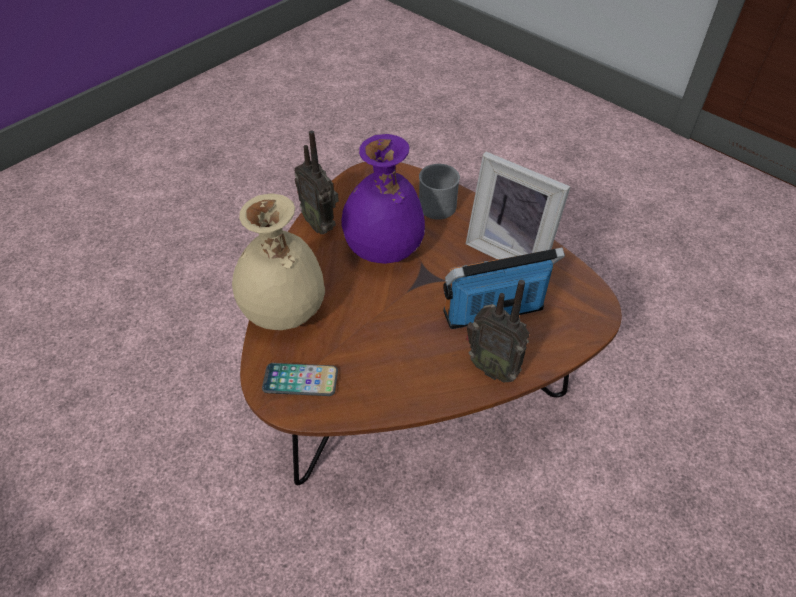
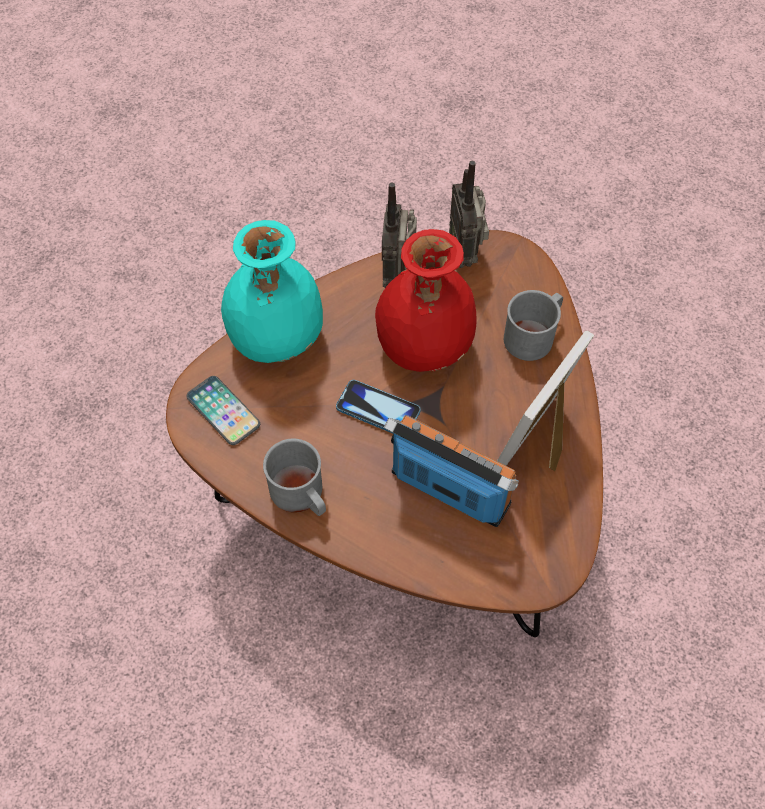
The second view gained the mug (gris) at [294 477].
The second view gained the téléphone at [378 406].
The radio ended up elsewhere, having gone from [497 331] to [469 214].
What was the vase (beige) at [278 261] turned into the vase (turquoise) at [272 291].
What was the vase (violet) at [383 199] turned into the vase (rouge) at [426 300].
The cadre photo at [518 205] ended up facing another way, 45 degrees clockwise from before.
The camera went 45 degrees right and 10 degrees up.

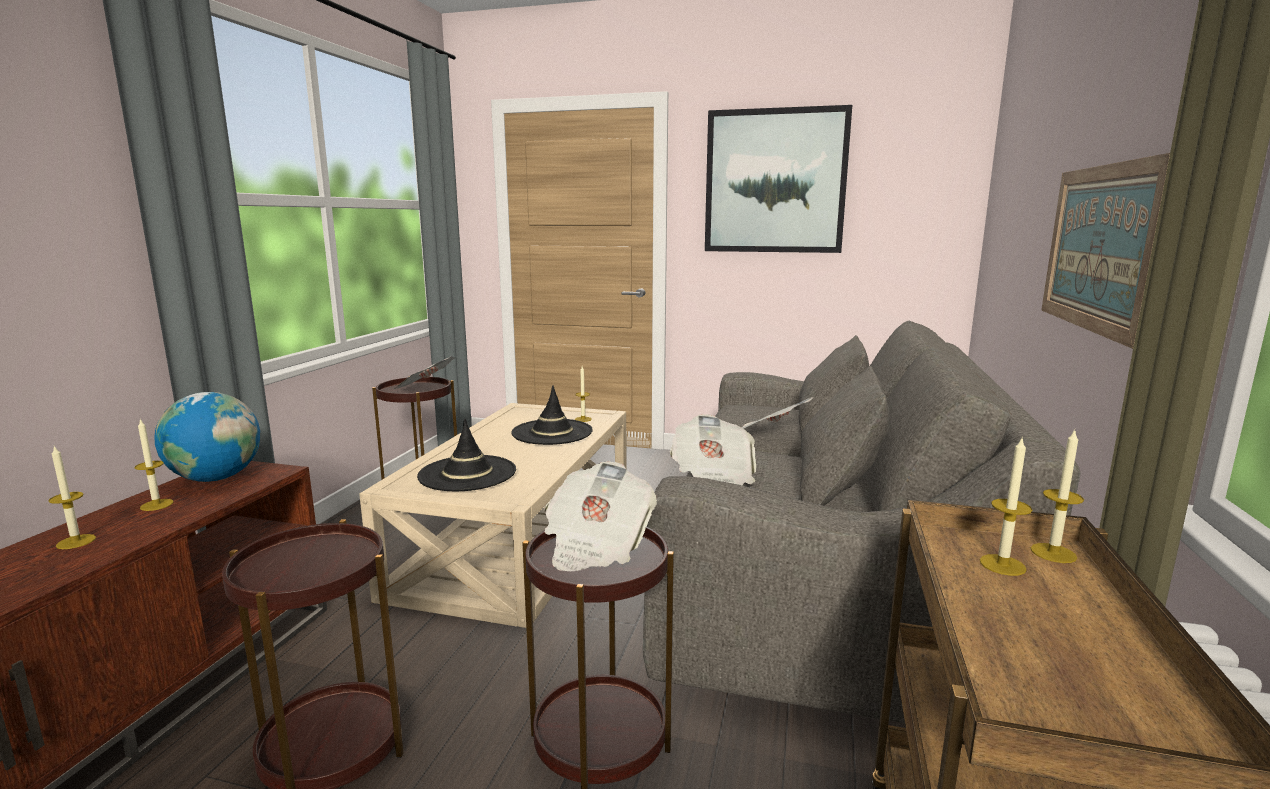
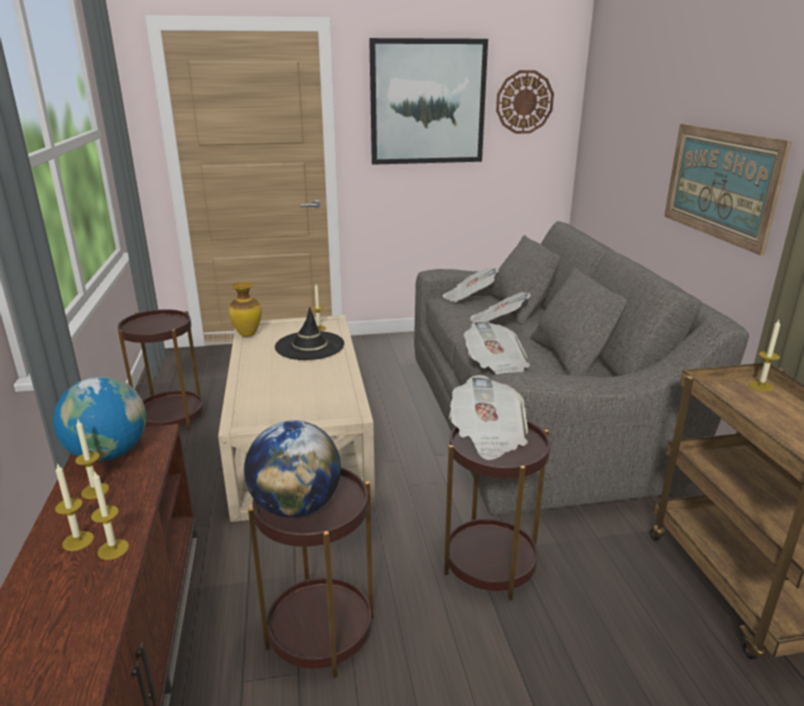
The second view lost the chapeau (noir) at [466 455].
The second view gained the vase at [245 309].
The second view gained the globe at [292 469].
The second view gained the horloge murale at [525 102].
The journal ended up elsewhere, having gone from [424 372] to [470 285].
The bougie ended up elsewhere, having gone from [1006 507] to [110 515].
The camera went 25 degrees left and 10 degrees up.

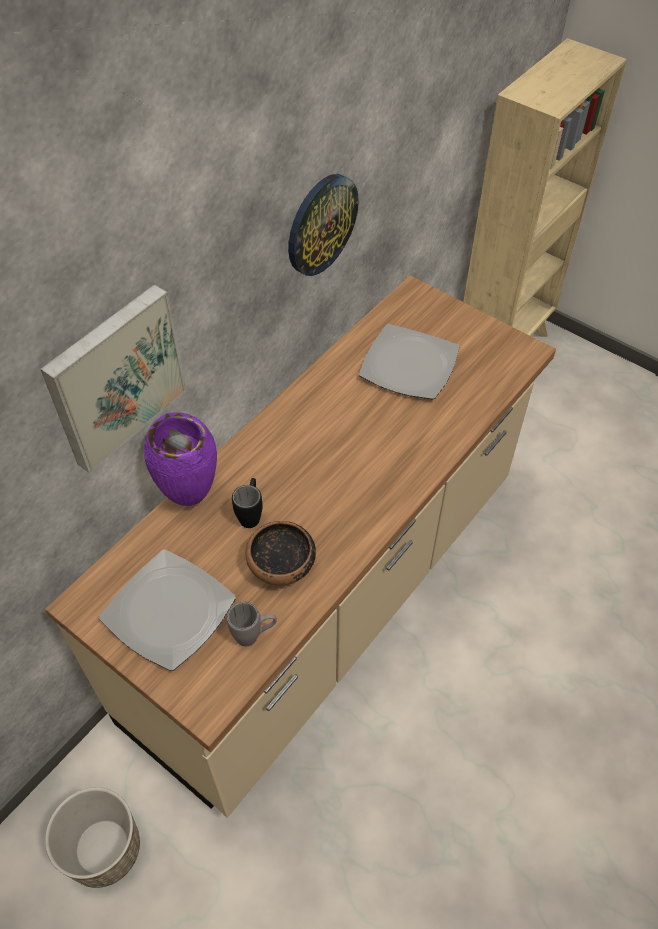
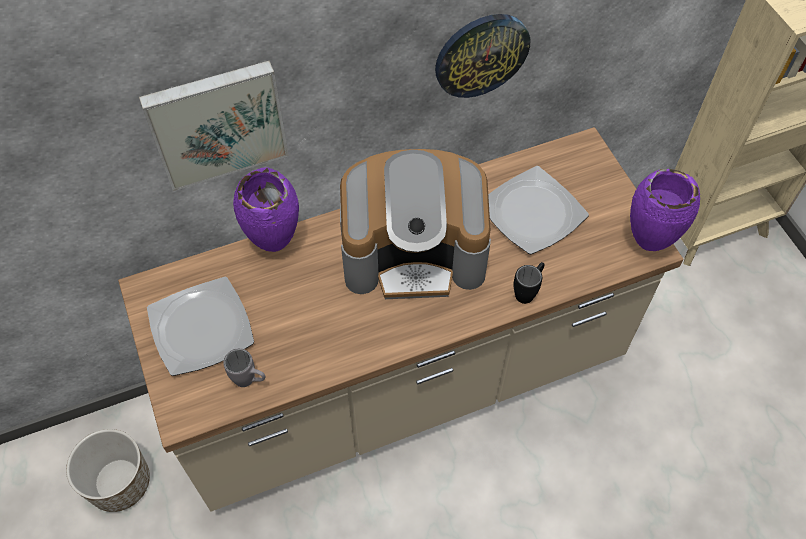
The second view lost the bol at [280 553].
The second view gained the machine à café at [415 224].
The second view gained the vase (violet) at [665 210].
The mug (noir) ended up elsewhere, having gone from [247 503] to [529 283].
The camera went 30 degrees right and 5 degrees up.

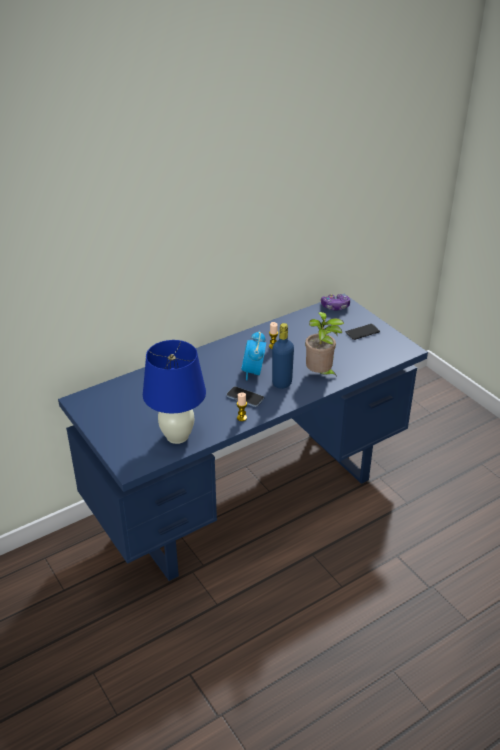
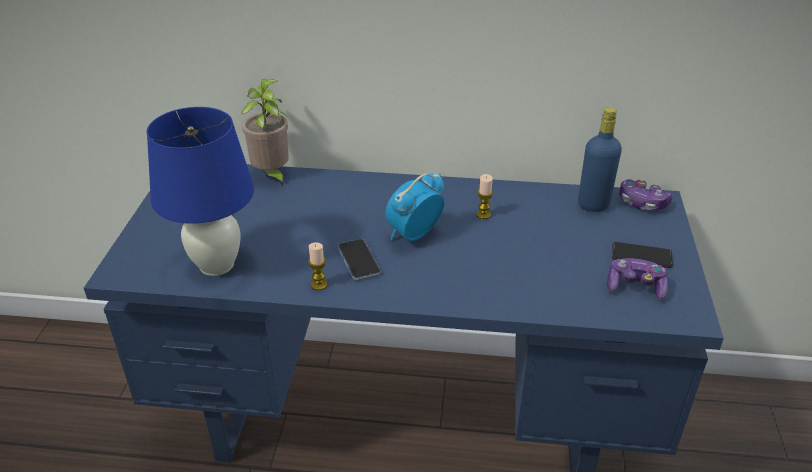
The second view gained the manette at [637 279].
The bouteille (bleu) ended up elsewhere, having gone from [283 356] to [600 159].
The plante en pot ended up elsewhere, having gone from [324 344] to [265 133].
The camera went 40 degrees right and 0 degrees up.

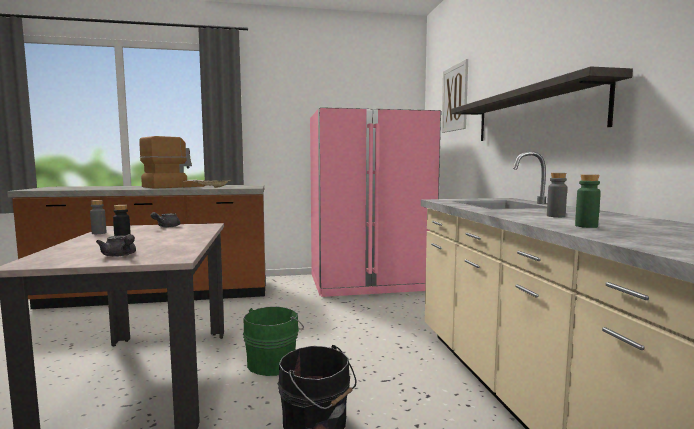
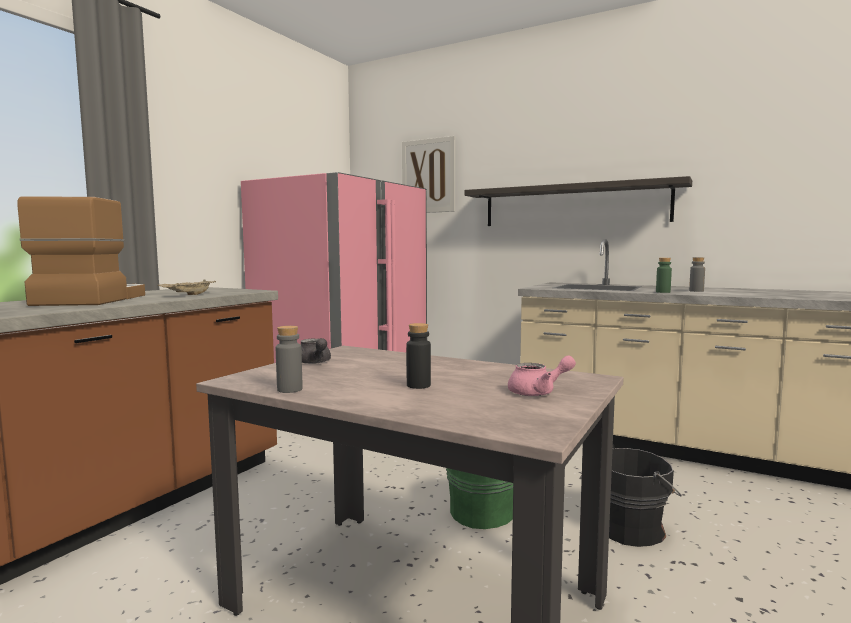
The bouteille (vert) ended up elsewhere, having gone from [588 201] to [664 275].
What was the théière (gris) at [116 245] turned into the théière (rose) at [542 376].
The camera went 50 degrees left and 0 degrees up.

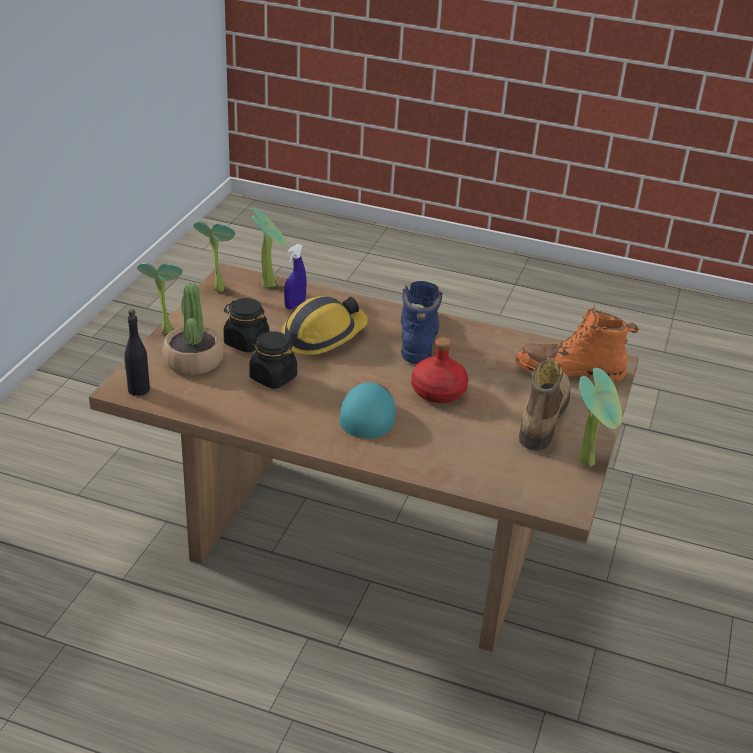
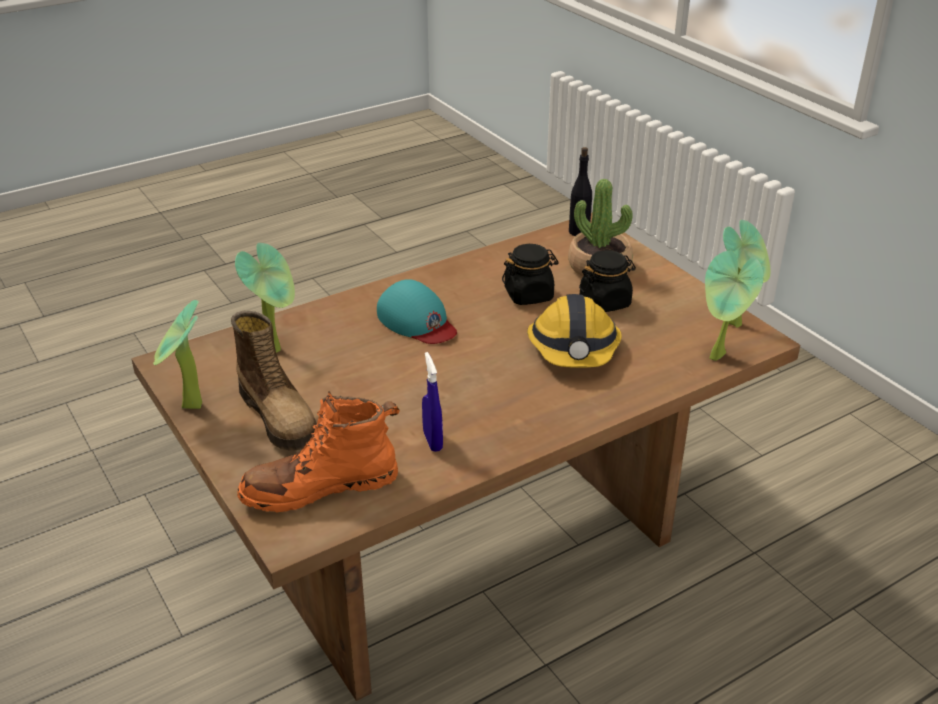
The second view lost the botte (bleu) at [422 322].
The second view lost the bouteille (rouge) at [439 370].
The plante en pot ended up elsewhere, having gone from [160 298] to [265 298].
The vaporisateur (bleu) ended up elsewhere, having gone from [295 276] to [432 402].
The botte (orange) at [577 343] ended up facing another way, 150 degrees counterclockwise from before.
The camera went 130 degrees right and 0 degrees up.

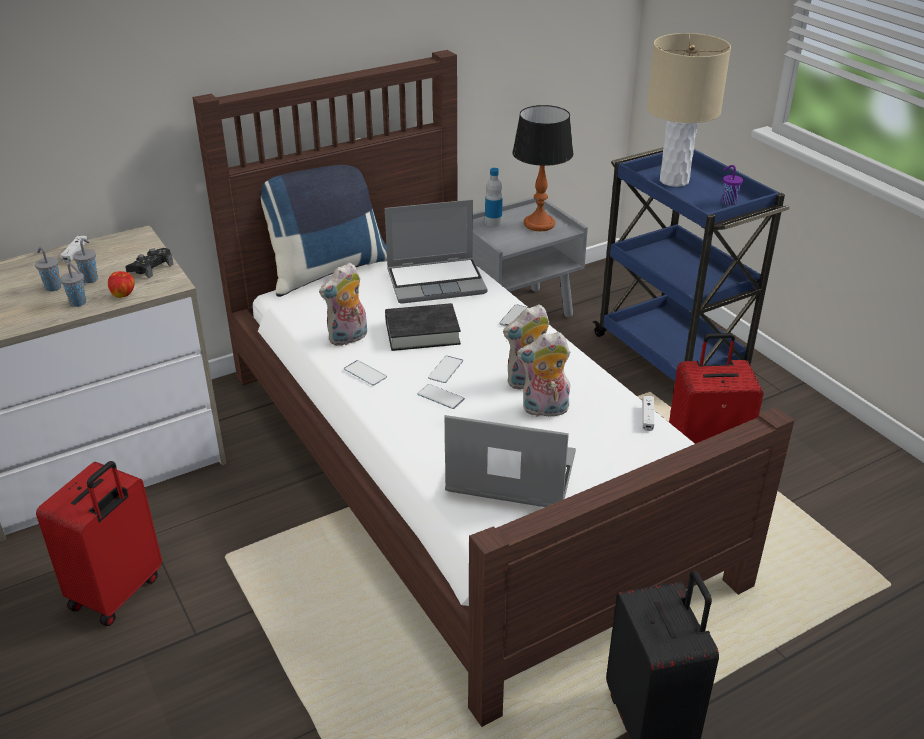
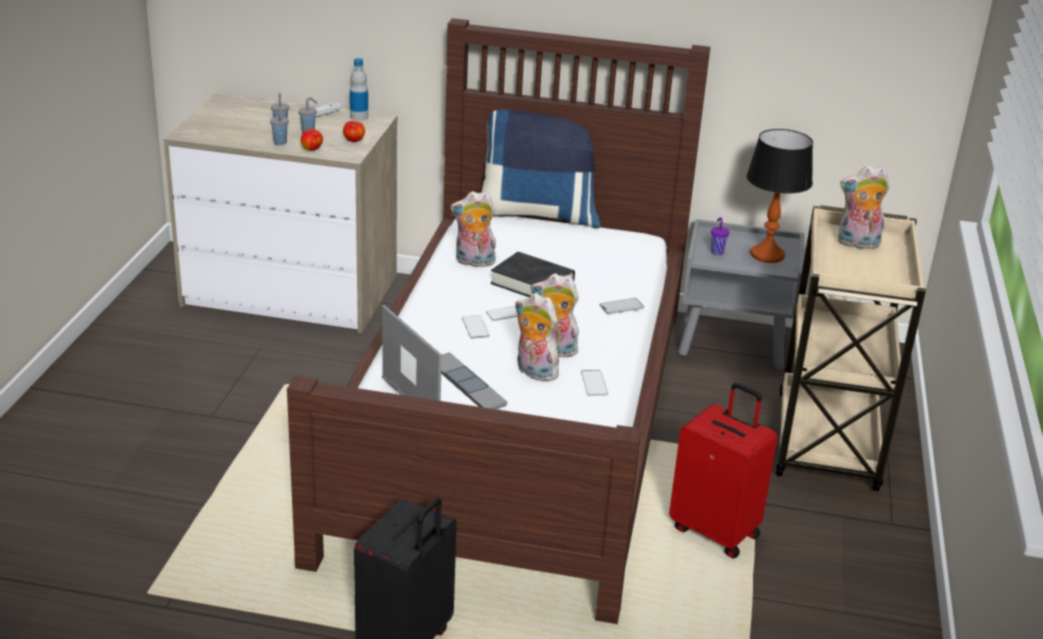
The second view lost the valise (rouge) at [99 543].
The second view lost the ordinateur portable at [436 251].
The second view lost the manette (blanc) at [648 413].
The téléphone ended up elsewhere, having gone from [365 372] to [594 383].
The bouteille ended up elsewhere, having gone from [494 197] to [359 89].
The tasse (violet) ended up elsewhere, having gone from [732 185] to [720 236].
Where the manette (noir) stood at [149 263], the pomme came to stand at [354 131].
Where the lampe de table (beige) stood at [689 110], the peluche came to stand at [863 207].
What was the chariot (bleu) at [691 270] turned into the chariot (beige) at [850 348].
The camera went 40 degrees right and 5 degrees down.

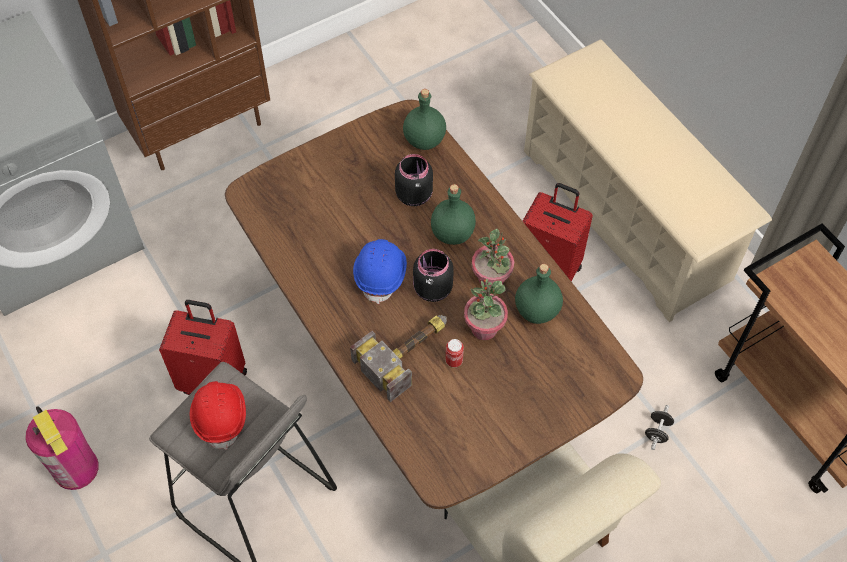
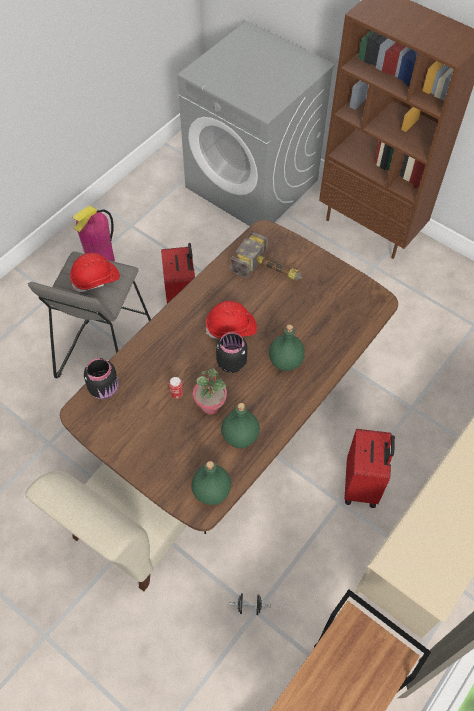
The second view lost the plante en pot at [493 258].
The marteau ended up elsewhere, having gone from [398 358] to [266 255].
The bocal (noir) ended up elsewhere, having gone from [414 180] to [101 378].
The bouteille (vert) ended up elsewhere, having gone from [424 119] to [211 483].
What was the casque de chantier (bleu) at [380 271] turned into the casque de chantier (rouge) at [231 319].
The camera went 70 degrees right and 0 degrees up.

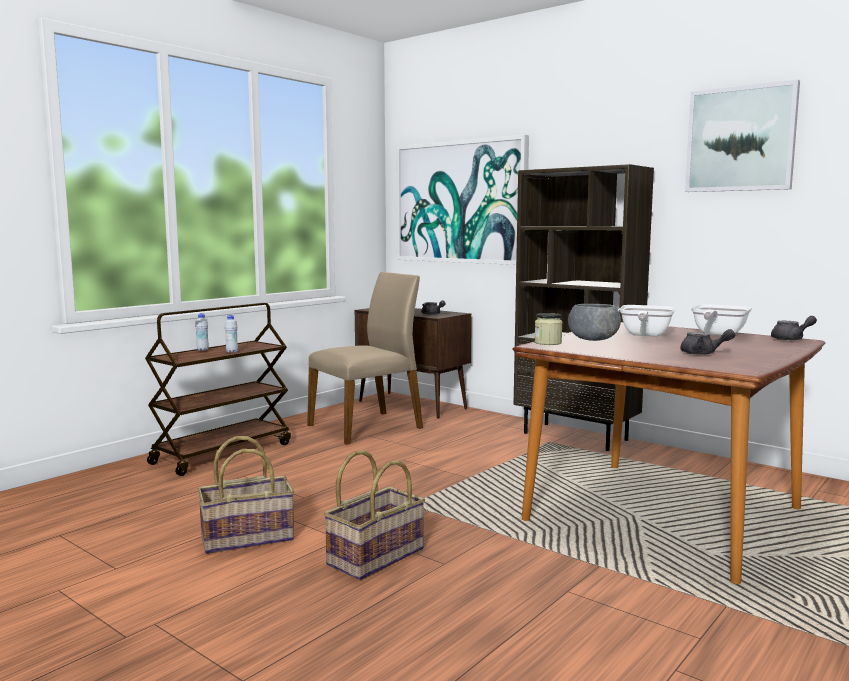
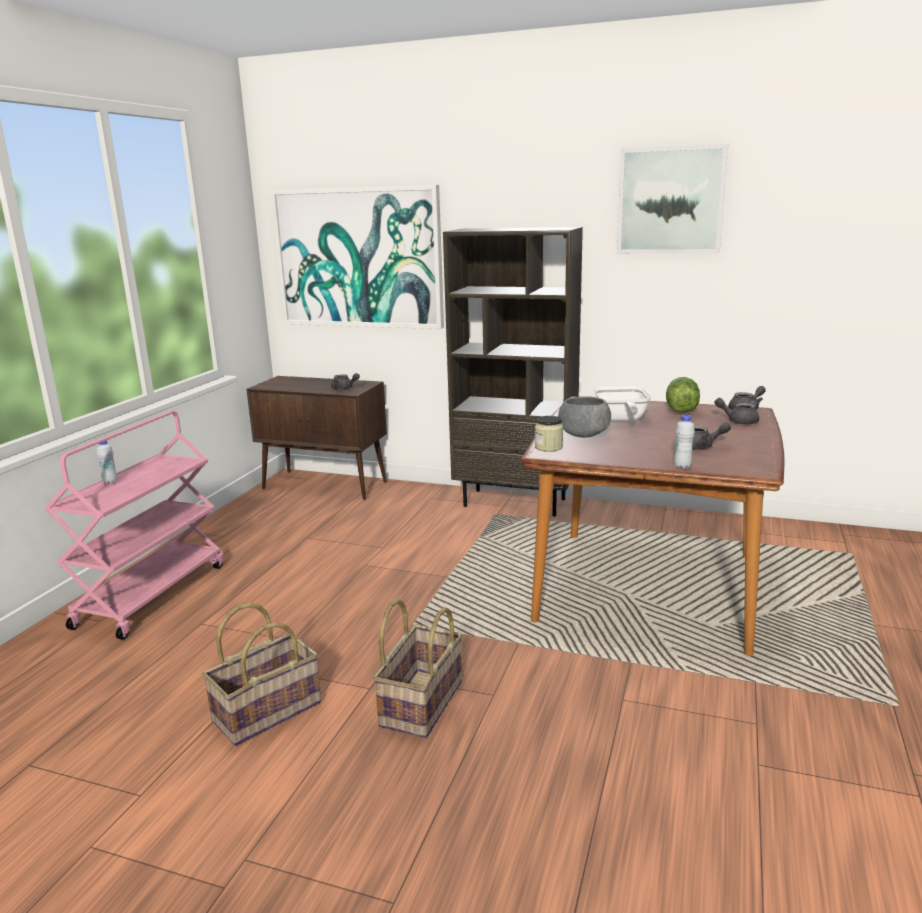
The second view lost the chaise (beige) at [365 358].
The second view gained the théière (gris) at [736 411].
The bouteille (blanc) ended up elsewhere, having gone from [231 334] to [684 442].
Where the poêle stood at [721 320], the laitue came to stand at [683 395].
What was the chariot (marron) at [218 389] turned into the chariot (rose) at [134 525].
The camera went 20 degrees left and 10 degrees up.

